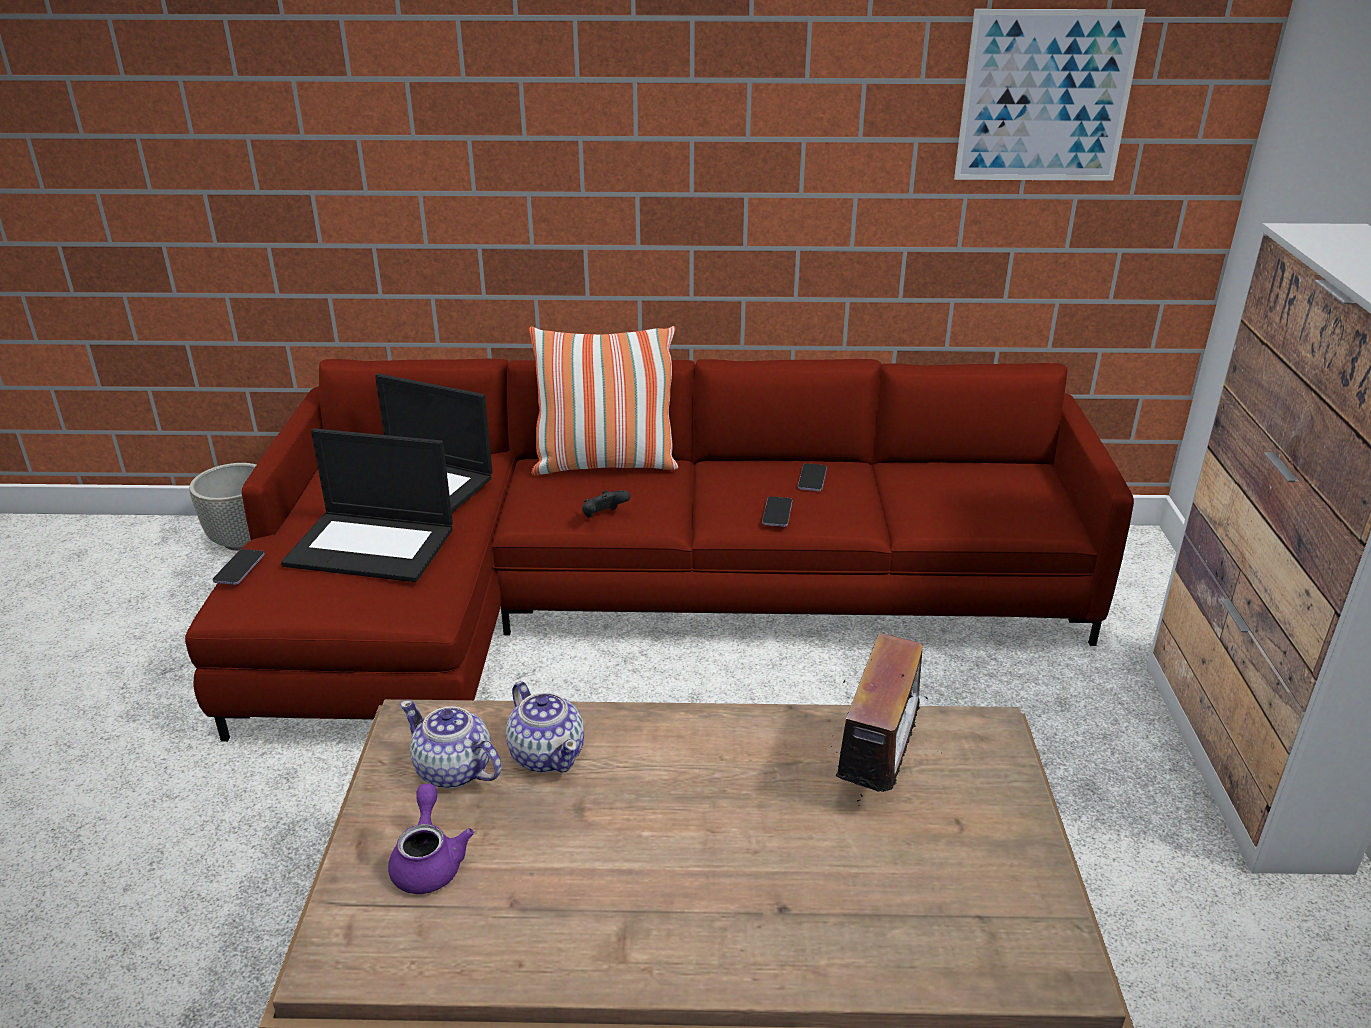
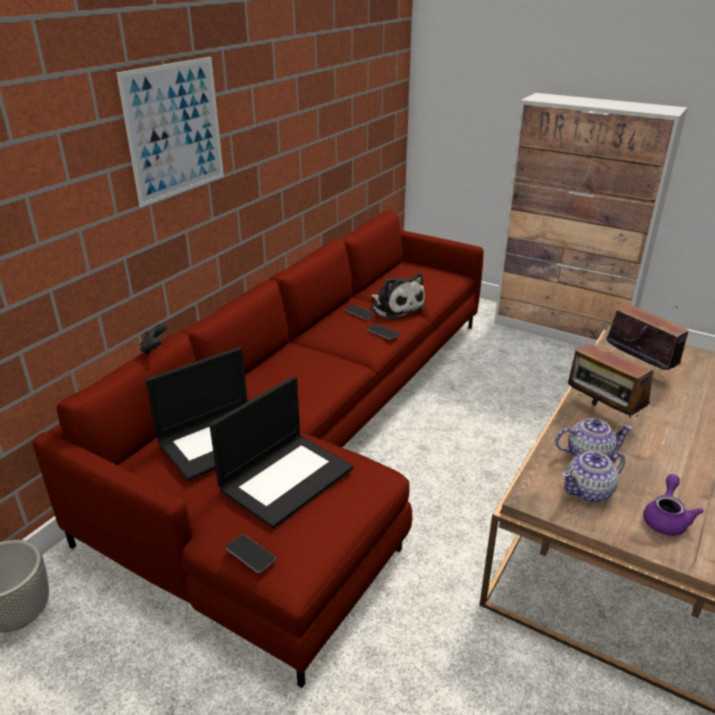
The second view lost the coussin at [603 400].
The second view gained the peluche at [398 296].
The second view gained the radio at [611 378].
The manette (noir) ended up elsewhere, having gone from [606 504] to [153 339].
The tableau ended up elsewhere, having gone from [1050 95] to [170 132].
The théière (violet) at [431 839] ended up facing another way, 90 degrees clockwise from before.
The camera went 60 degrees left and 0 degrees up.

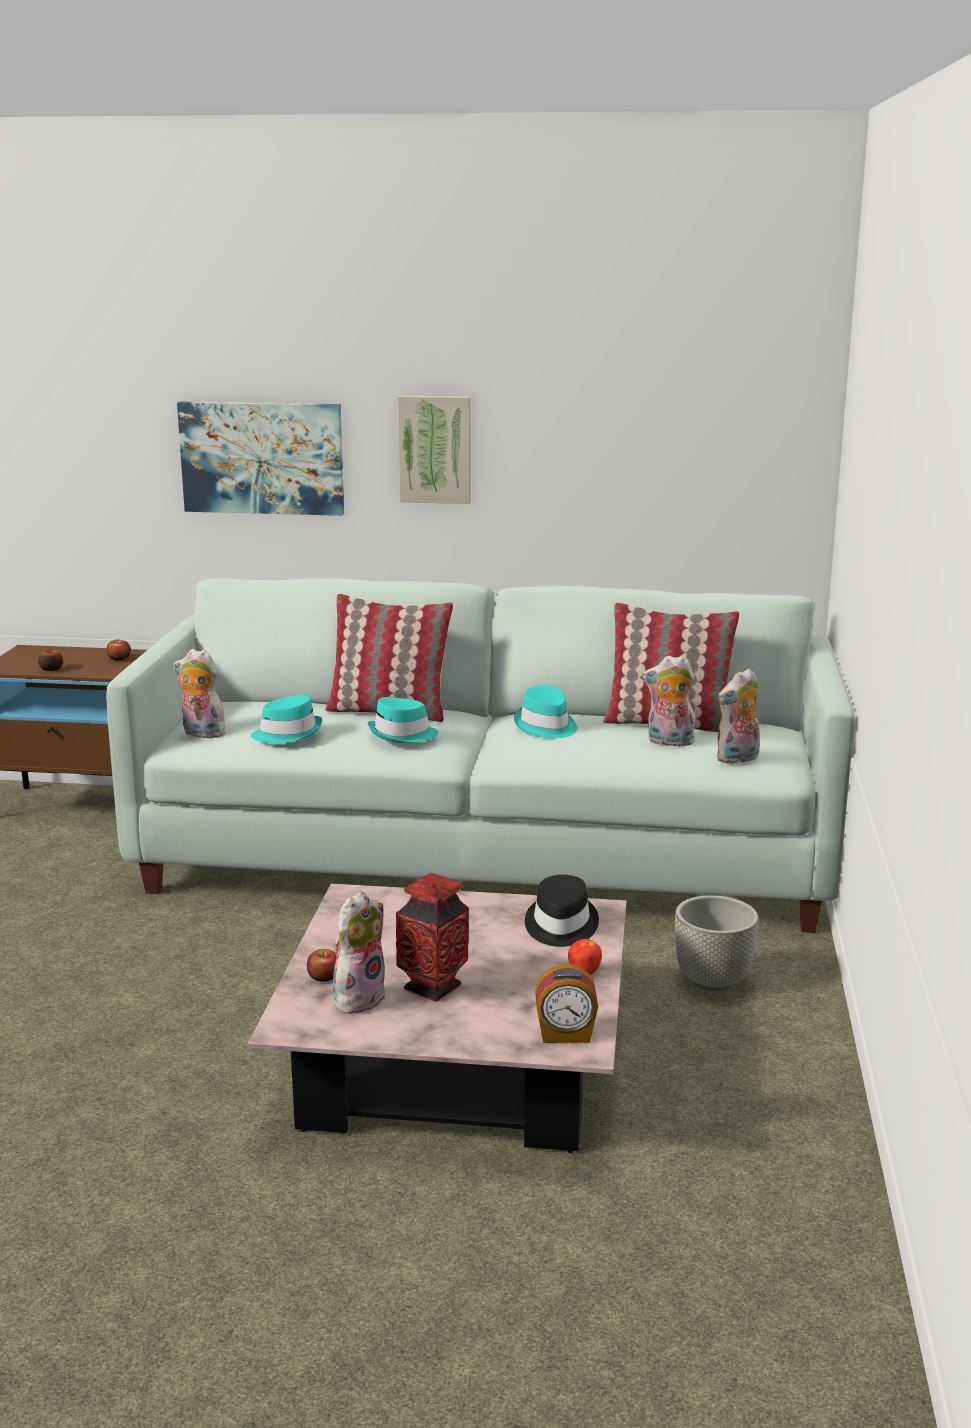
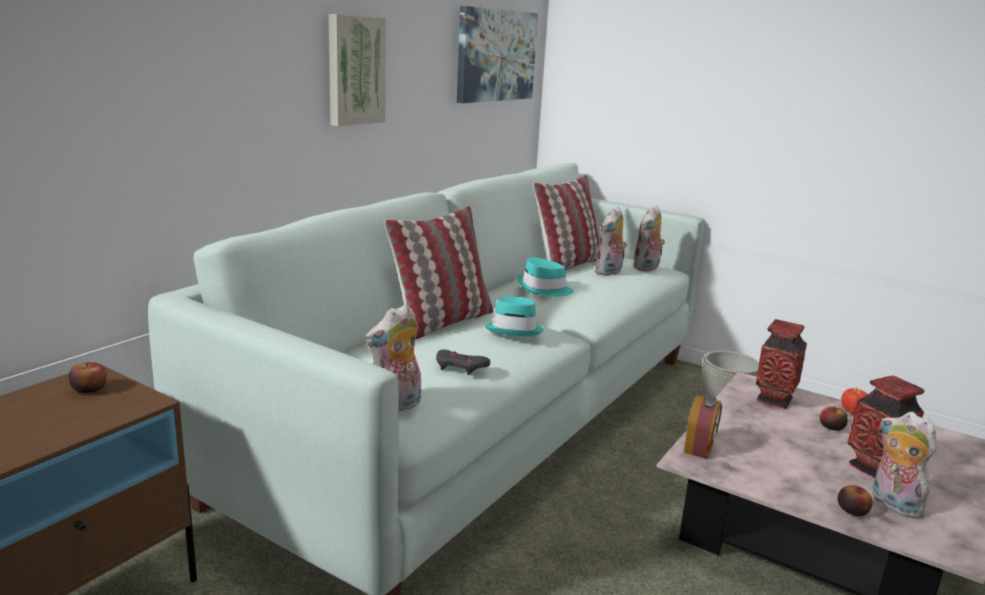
The pomme ended up elsewhere, having gone from [50 660] to [834 418].
The tableau ended up elsewhere, having gone from [260 459] to [497 54].
The réveil ended up elsewhere, having gone from [566 1003] to [703 427].
Where the chapeau (turquoise) stood at [286 719], the manette (gris) came to stand at [463 362].
Where the chapeau (noir) stood at [562 911], the vase came to stand at [781 364].
The peluche at [738 717] ended up facing another way, 45 degrees clockwise from before.
The camera went 65 degrees left and 0 degrees up.

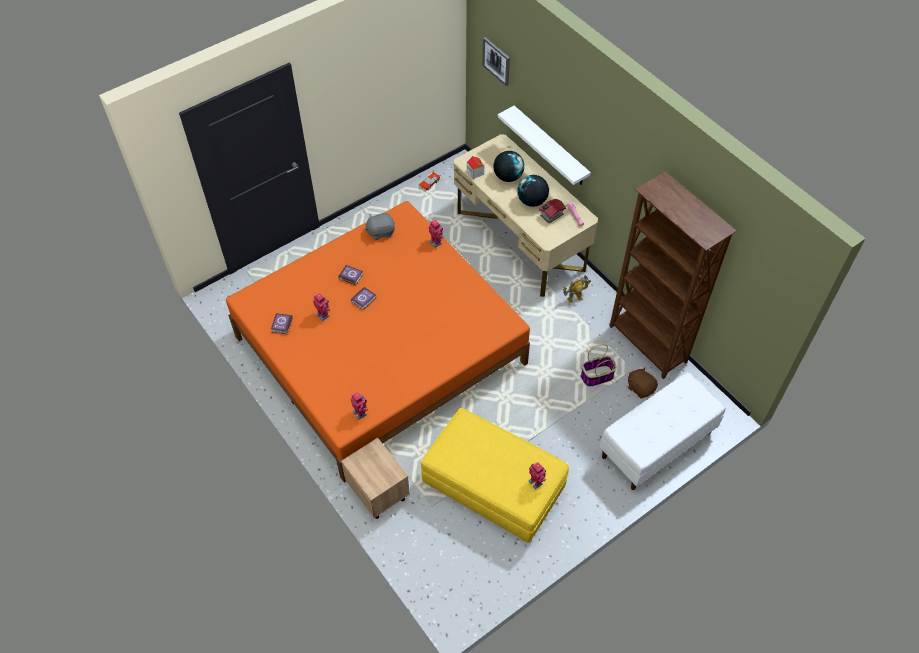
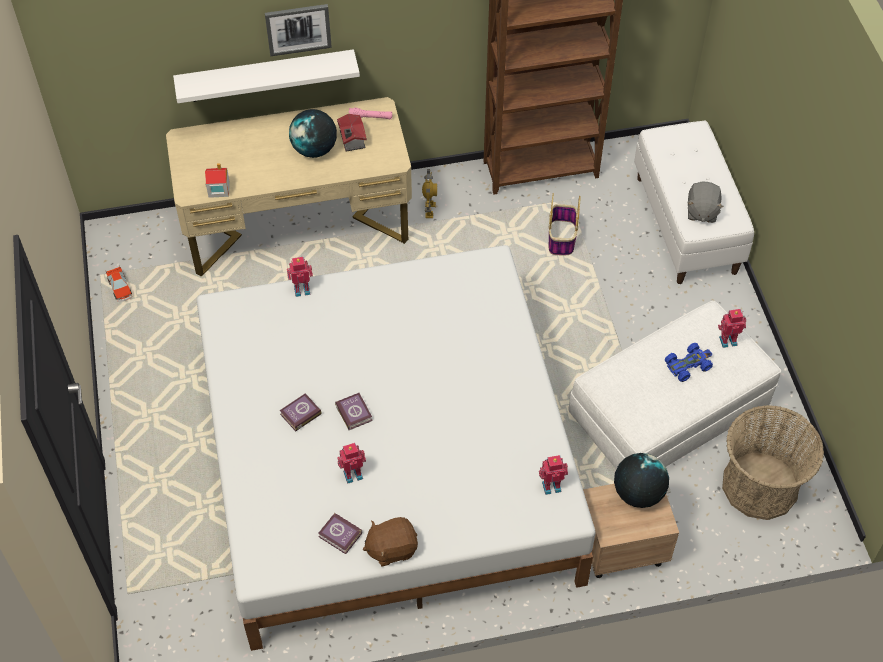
The second view gained the petite voiture (bleu) at [689 362].
The second view gained the panier at [773 462].
The peluche (gris) ended up elsewhere, having gone from [379 226] to [705 202].
The tableau ended up elsewhere, having gone from [496 61] to [298 30].
The globe ended up elsewhere, having gone from [509 166] to [641 480].
The peluche (marron) ended up elsewhere, having gone from [643 382] to [390 542].
What was the lit (orange) at [378 342] turned into the lit (blanc) at [396 448].
What was the pouf (jaune) at [495 475] turned into the pouf (blanc) at [674 385].
The camera went 65 degrees left and 0 degrees up.

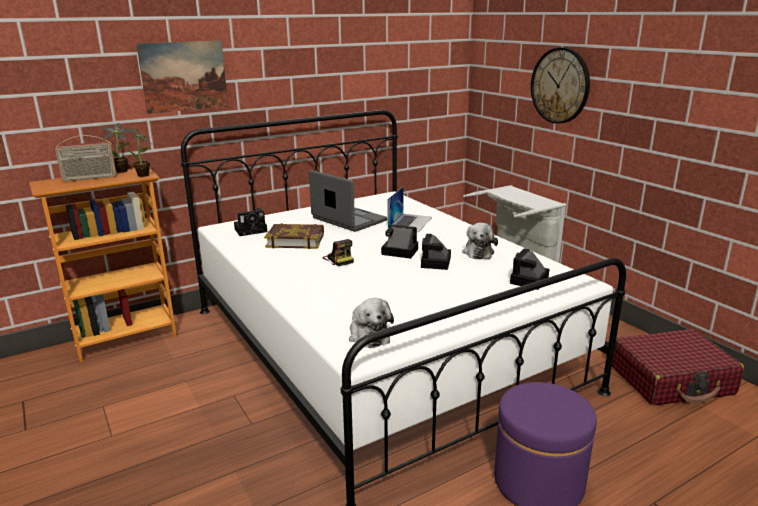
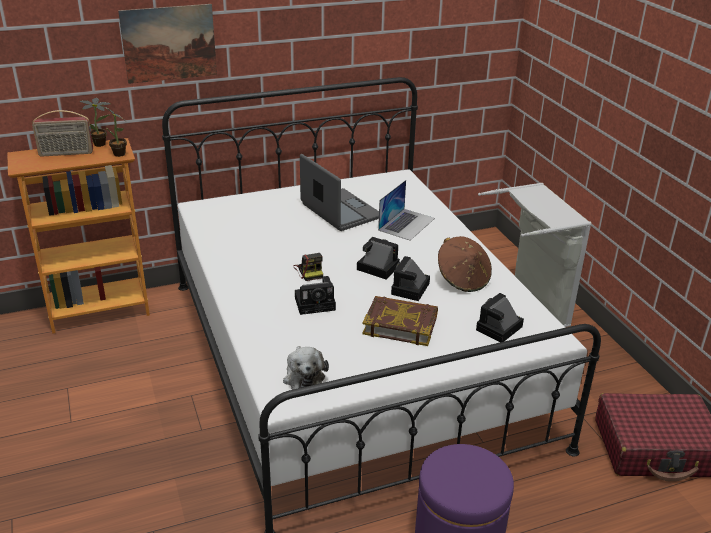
The second view lost the horloge murale at [560 85].
The appareil photo ended up elsewhere, having gone from [250 222] to [315 295].
The livre ended up elsewhere, having gone from [294 236] to [400 321].
Where the peluche stood at [480 240], the chapeau (marron) came to stand at [465 264].
The camera went 10 degrees right and 10 degrees up.

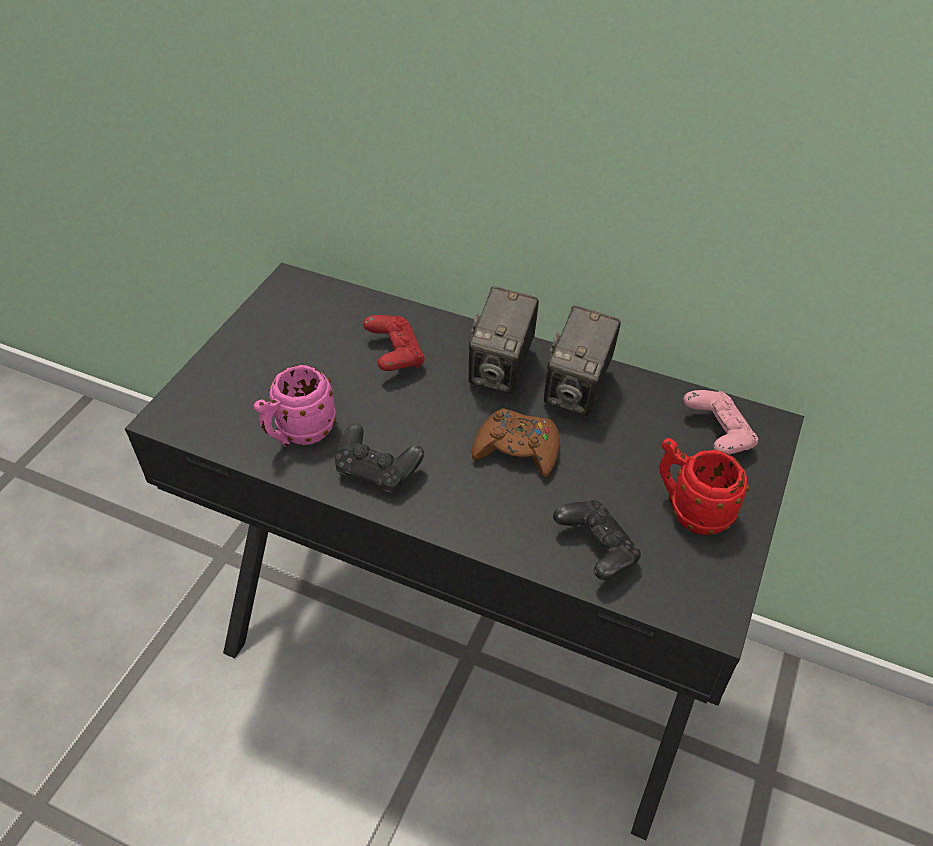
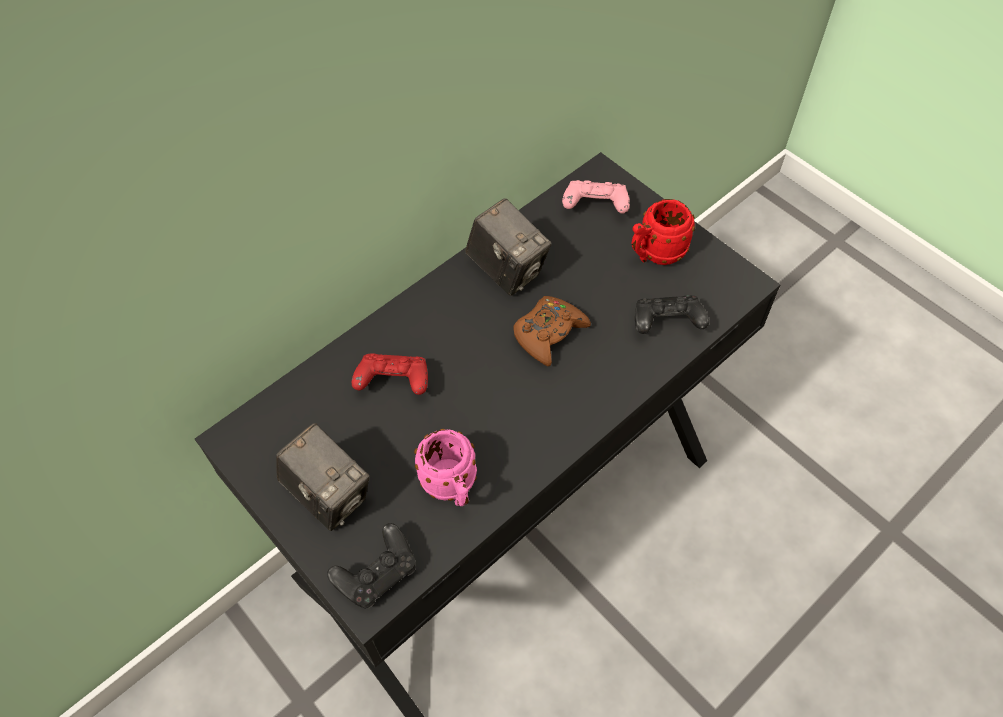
The manette (noir) ended up elsewhere, having gone from [379 458] to [371 566].
The appareil photo ended up elsewhere, having gone from [504 340] to [323 477].
The camera went 65 degrees left and 10 degrees up.

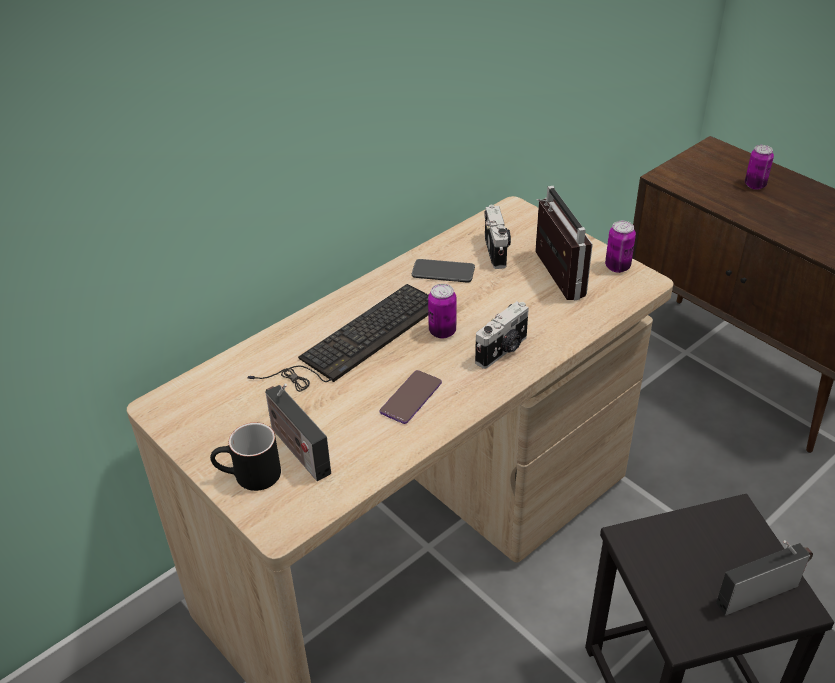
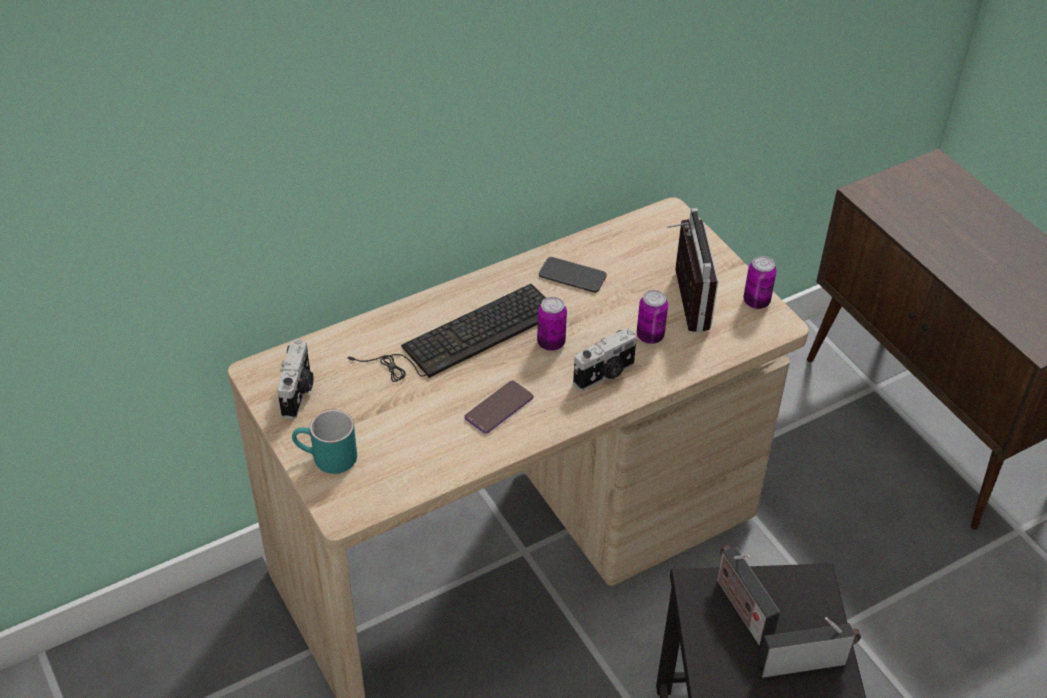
The radio ended up elsewhere, having gone from [298 432] to [748 596].
The appareil photo ended up elsewhere, having gone from [497 237] to [295 379].
The boîte métallique ended up elsewhere, having gone from [759 167] to [652 317].
What was the mug (noir) at [245 457] turned into the mug (turquoise) at [324 442].
The camera went 10 degrees right and 5 degrees up.

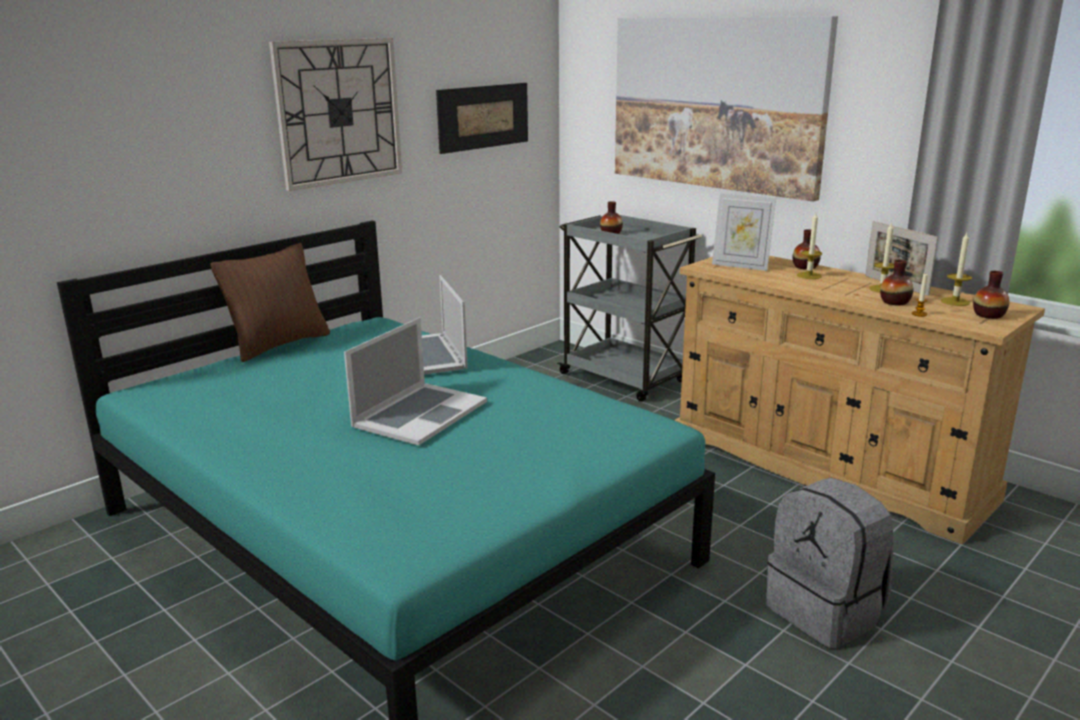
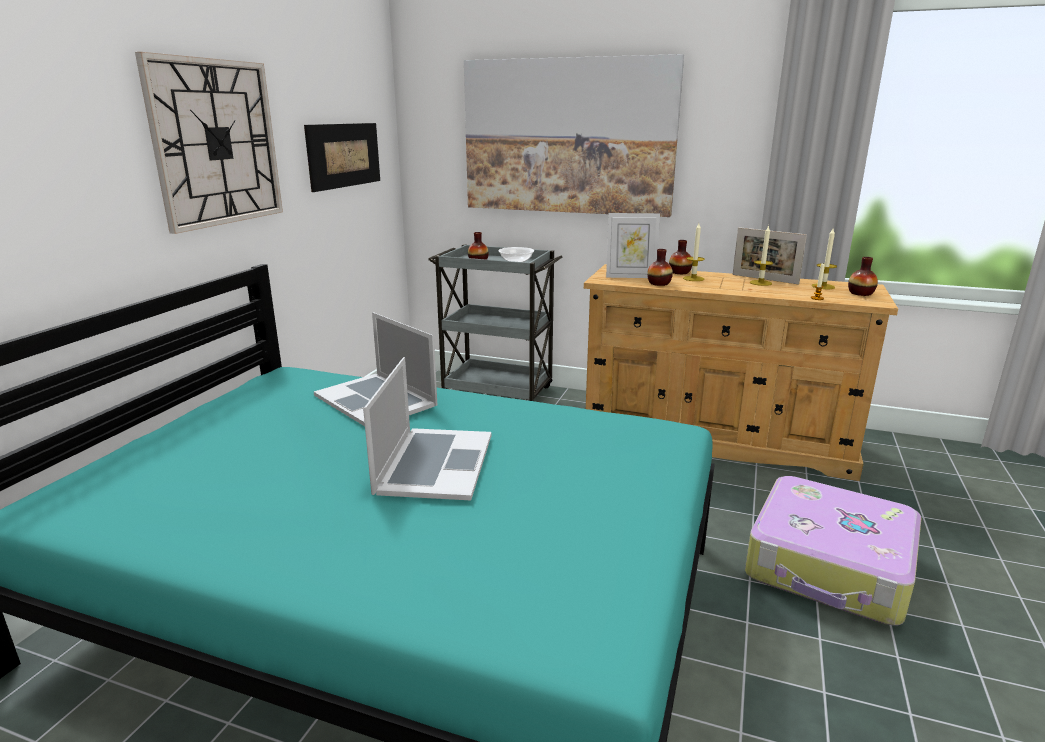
The second view lost the coussin (marron) at [270 302].
The second view gained the bol at [516 254].
The vase ended up elsewhere, having gone from [896 282] to [660 267].
Where the sac à dos (gris) stood at [830 563], the valise came to stand at [833 551].
The camera went 25 degrees left and 0 degrees up.

